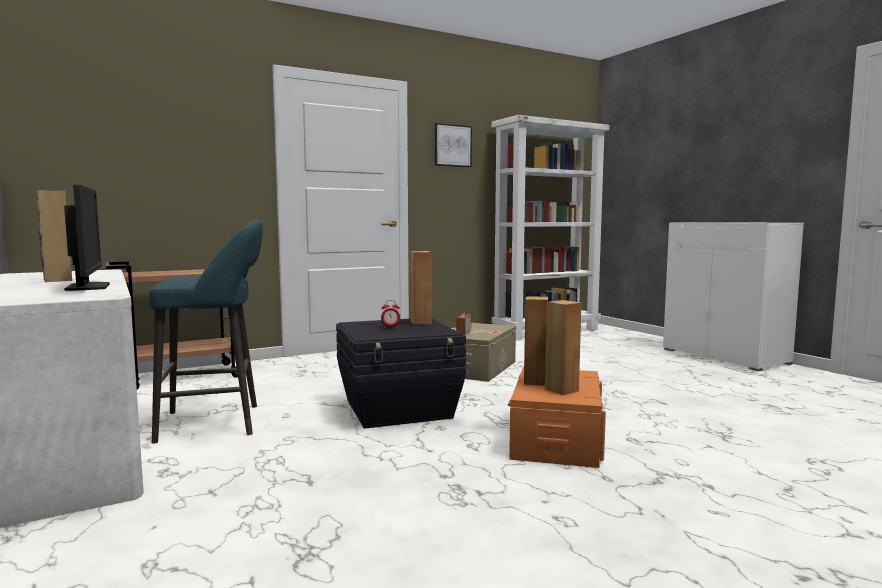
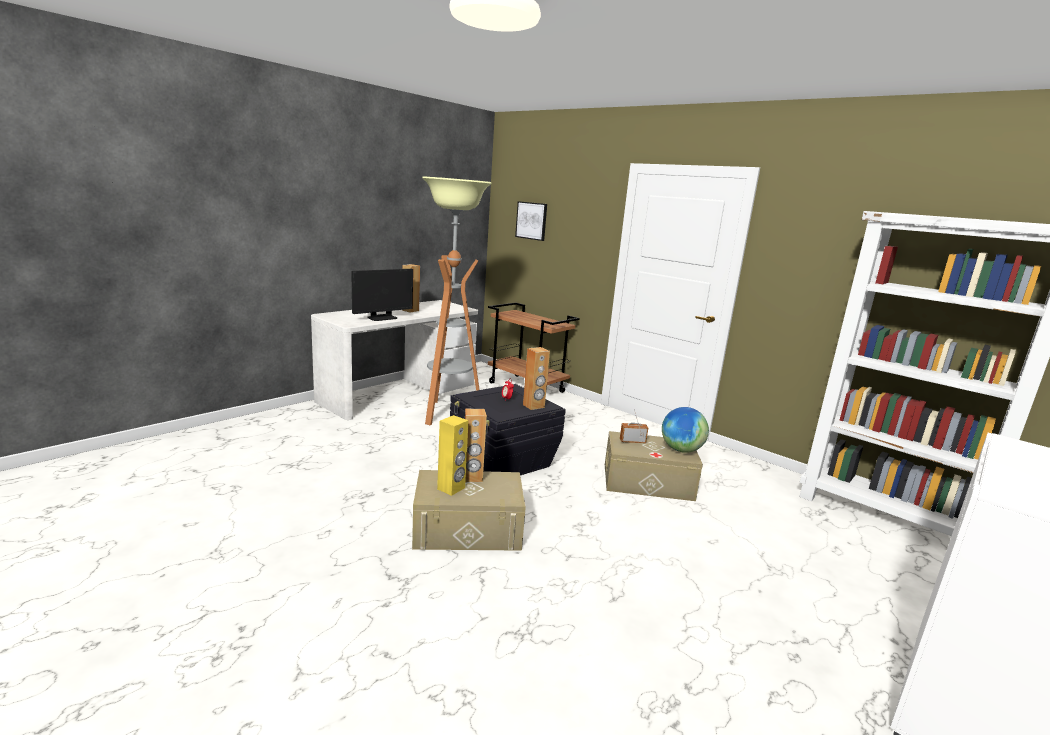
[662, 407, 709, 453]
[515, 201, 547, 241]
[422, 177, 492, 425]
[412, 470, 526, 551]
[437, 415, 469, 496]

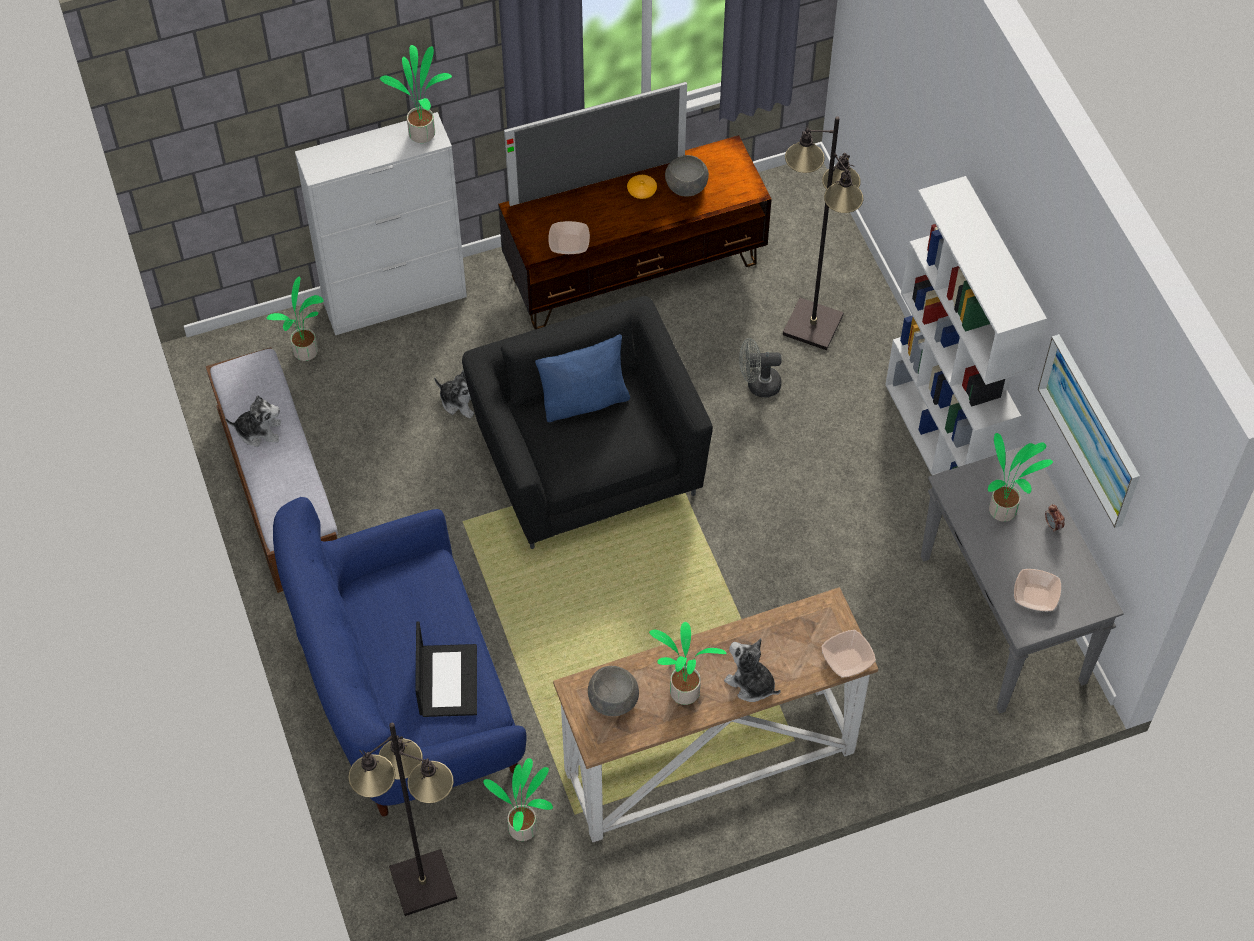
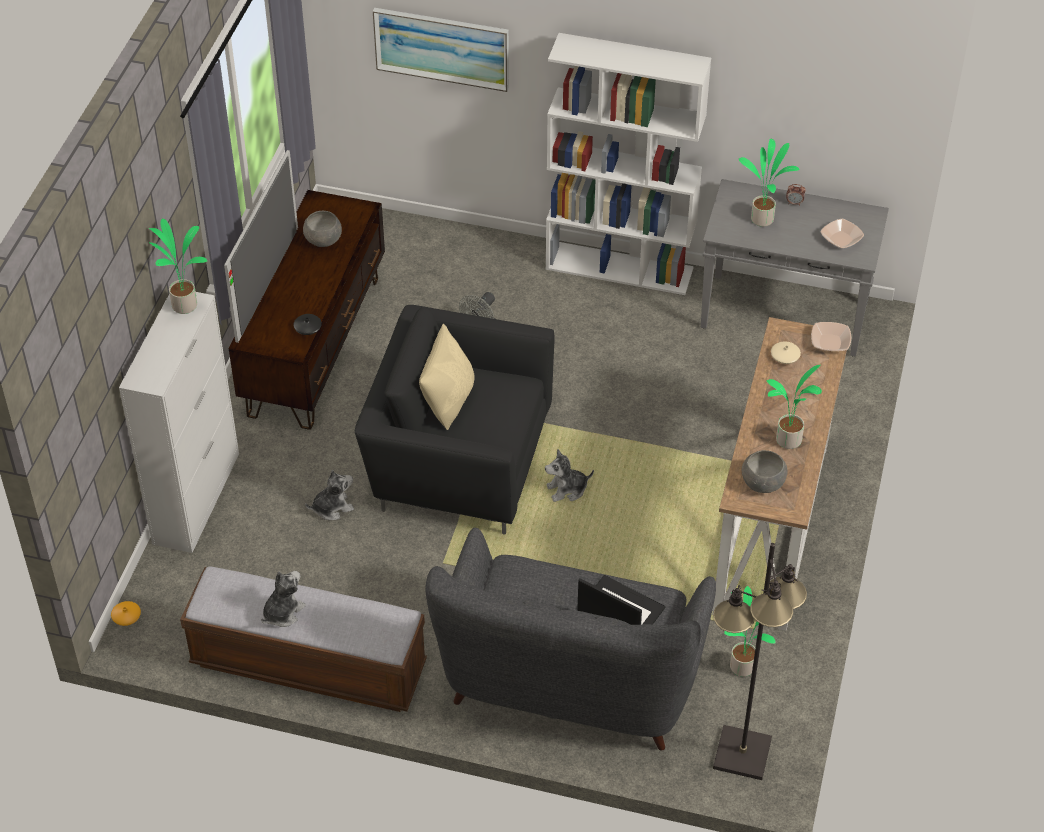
[266, 276, 324, 361] (first image)
[783, 116, 864, 350] (first image)
[771, 341, 801, 364]
[111, 601, 141, 626]
[545, 449, 594, 502]
[373, 8, 509, 92]
[293, 314, 322, 335]
[425, 528, 716, 751]
[419, 324, 475, 430]

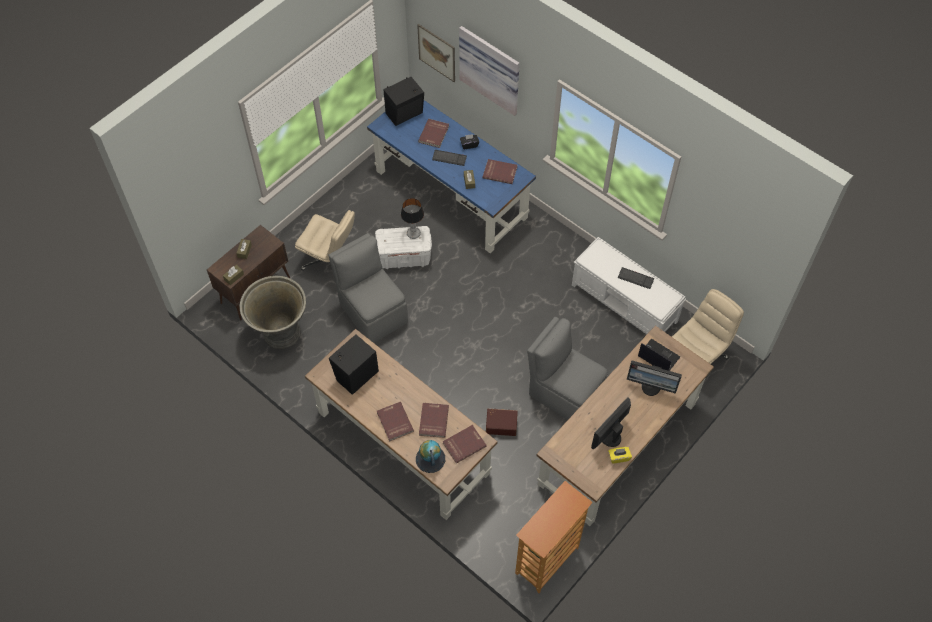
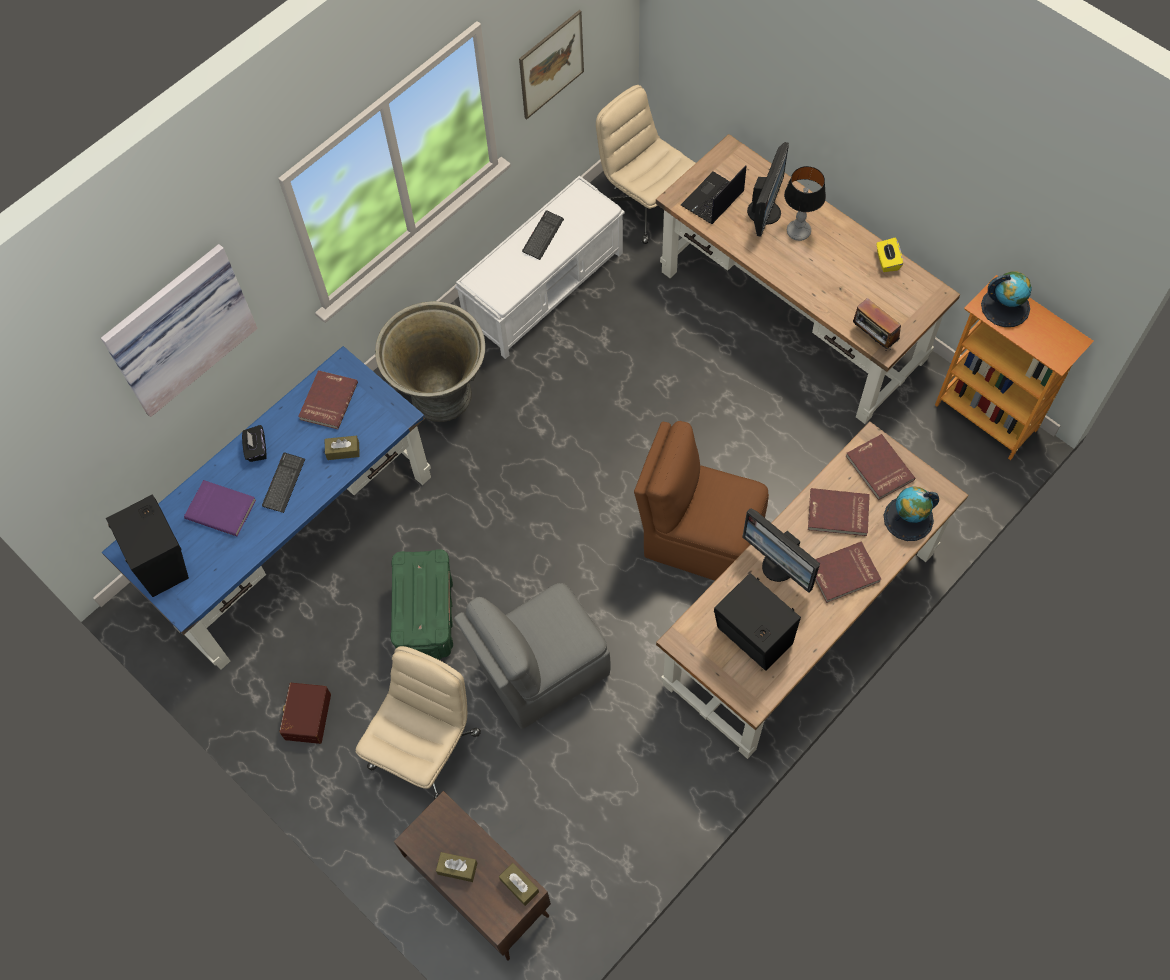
[527, 317, 608, 420] (first image)
[634, 421, 769, 581]
[853, 298, 901, 351]
[981, 271, 1032, 327]
[375, 301, 485, 422]
[784, 166, 826, 241]
[519, 10, 584, 120]
[279, 683, 331, 744]
[742, 508, 820, 593]
[391, 549, 453, 660]
[184, 480, 256, 536]

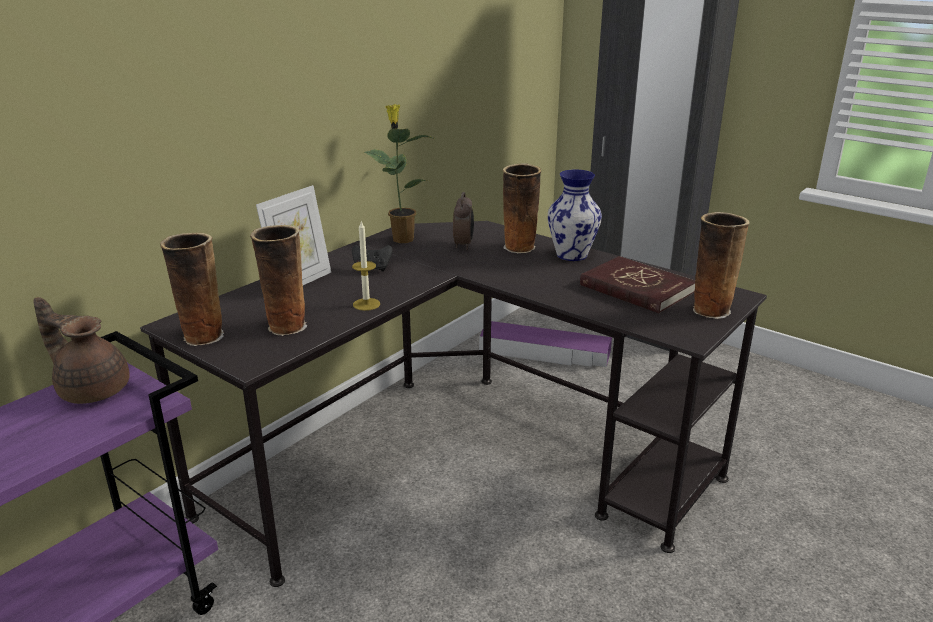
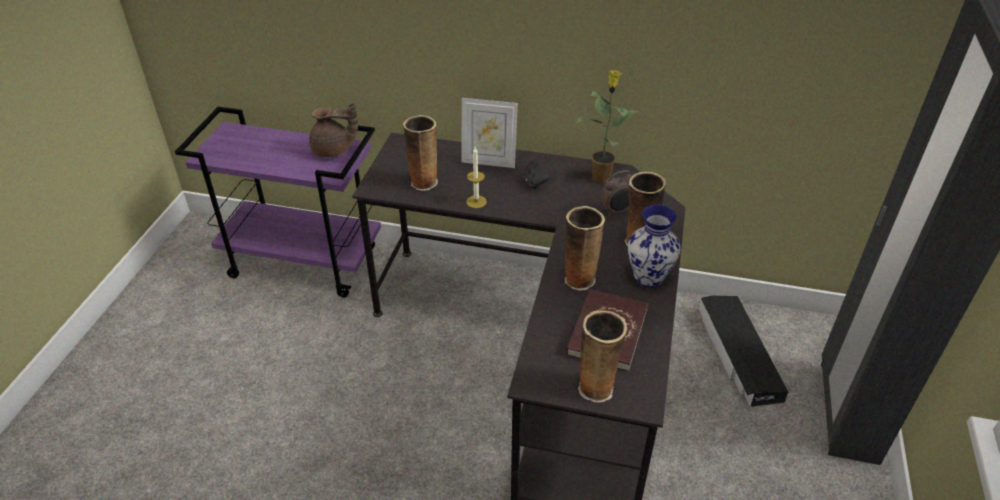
[565, 206, 605, 291]
[698, 296, 788, 407]
[309, 103, 358, 157]

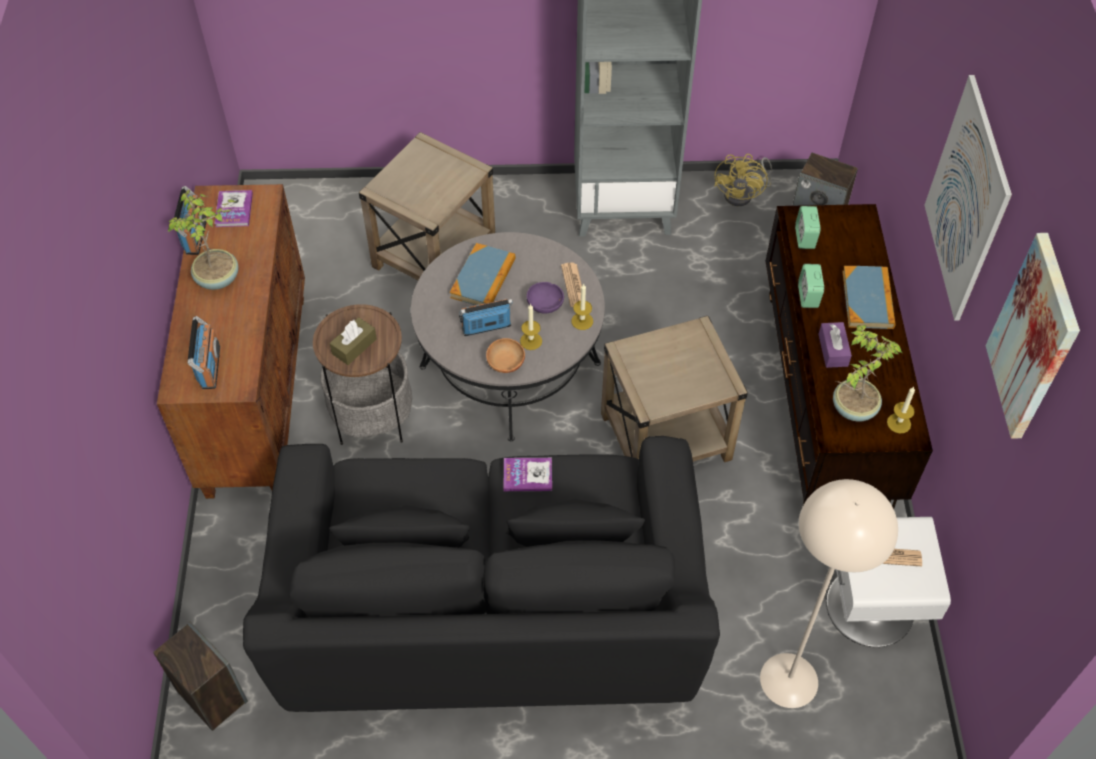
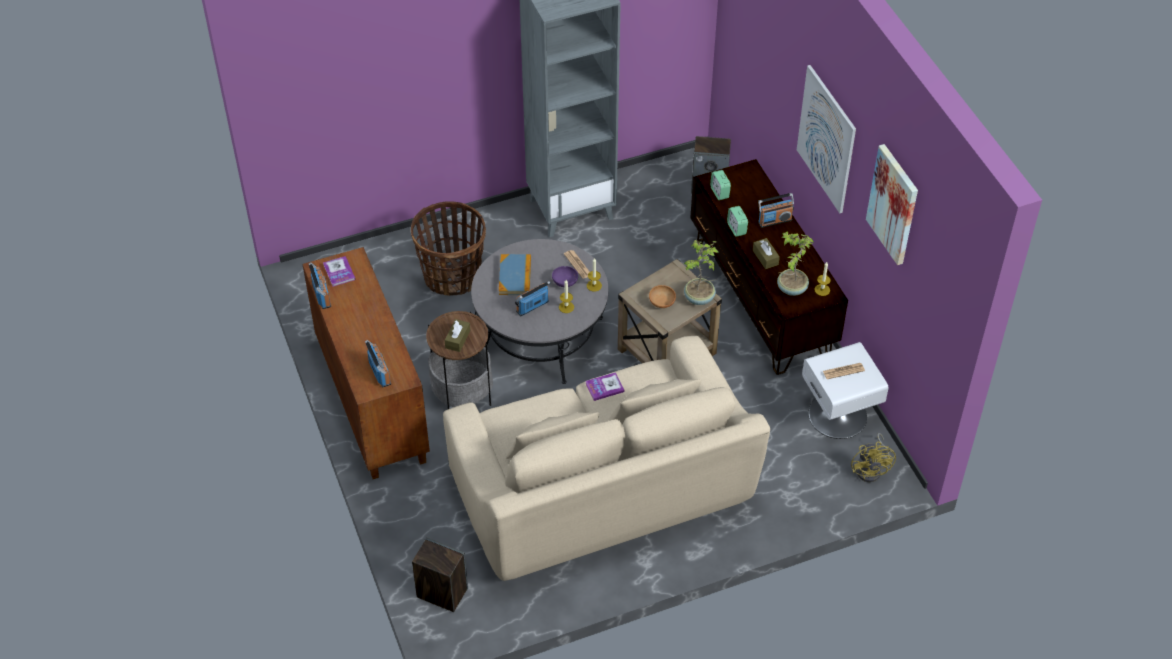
[760, 479, 898, 708] (first image)
[684, 240, 720, 305]
[649, 285, 676, 308]
[851, 433, 896, 482]
[411, 201, 486, 296]
[758, 193, 794, 228]
[443, 336, 770, 581]
[753, 238, 780, 269]

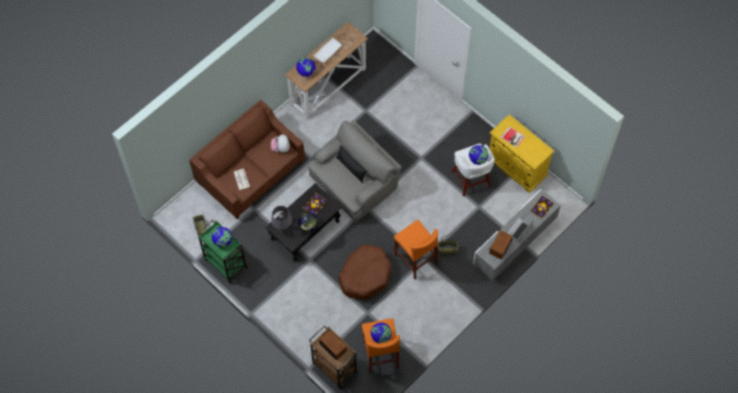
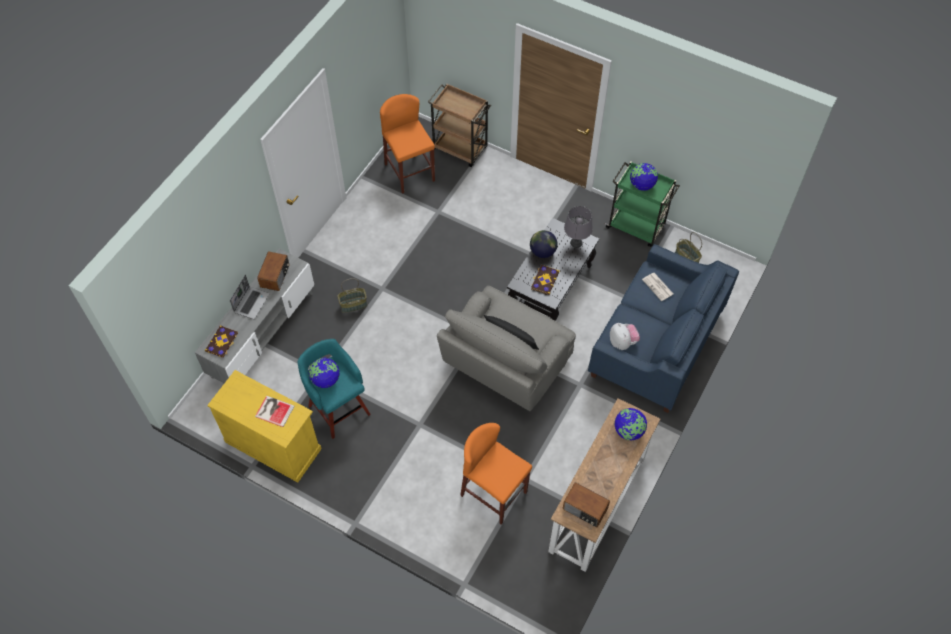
[313, 37, 343, 63] (first image)
[338, 244, 391, 300] (first image)
[371, 323, 392, 343] (first image)
[563, 482, 610, 527]
[460, 423, 532, 525]
[588, 244, 739, 413]
[297, 339, 371, 439]

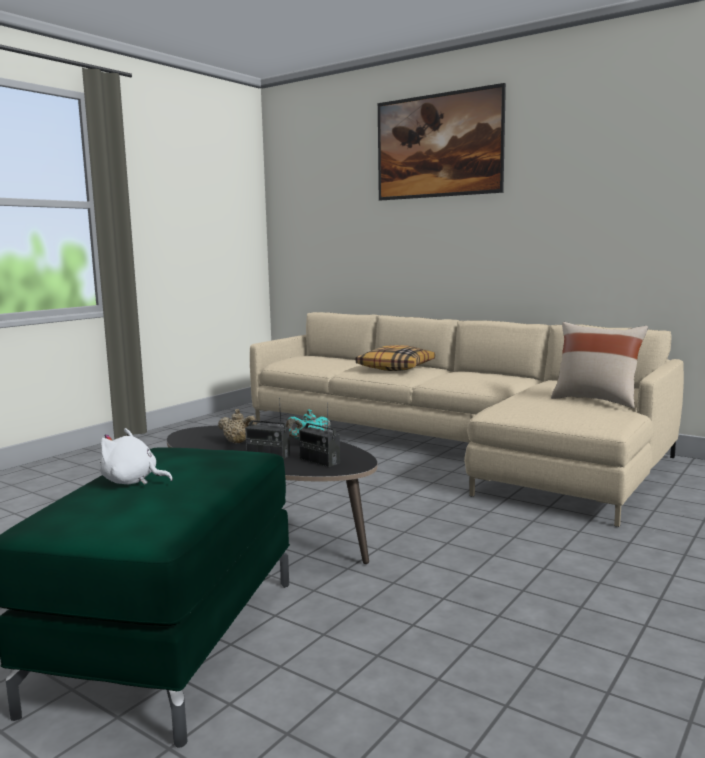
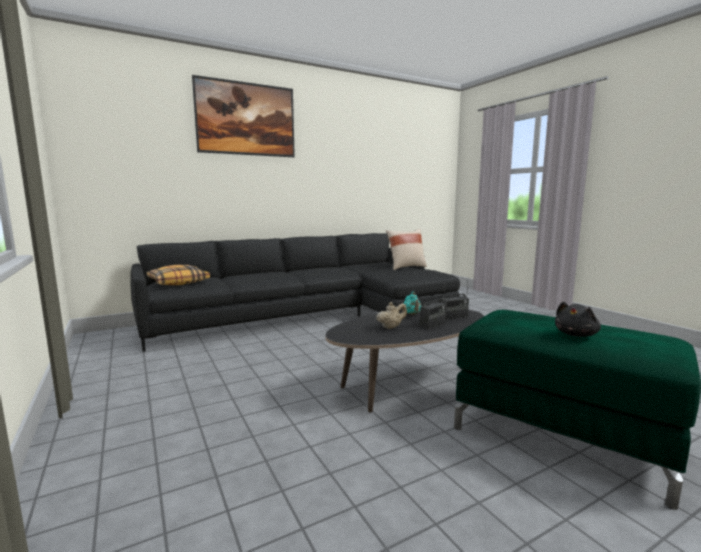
[147, 265, 210, 285]
[555, 302, 601, 337]
[130, 233, 460, 352]

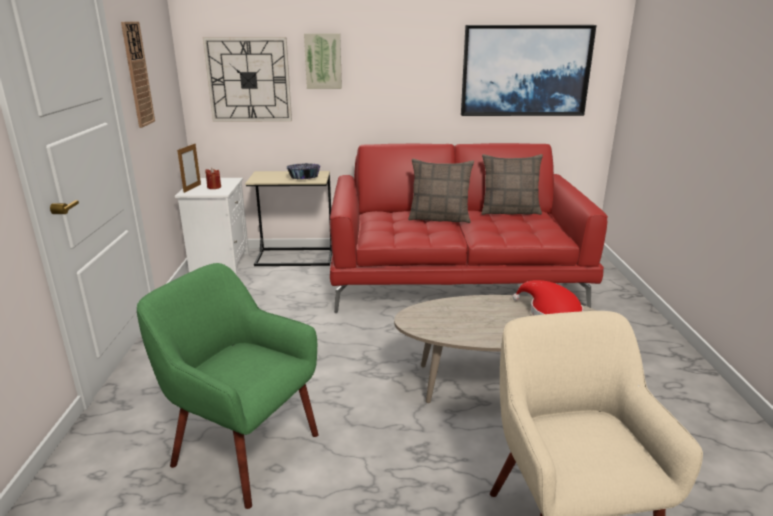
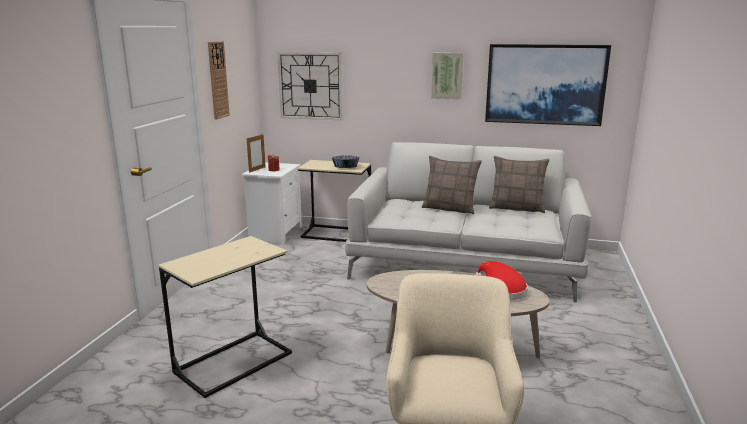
[431, 53, 464, 99]
[158, 236, 292, 398]
[345, 142, 592, 302]

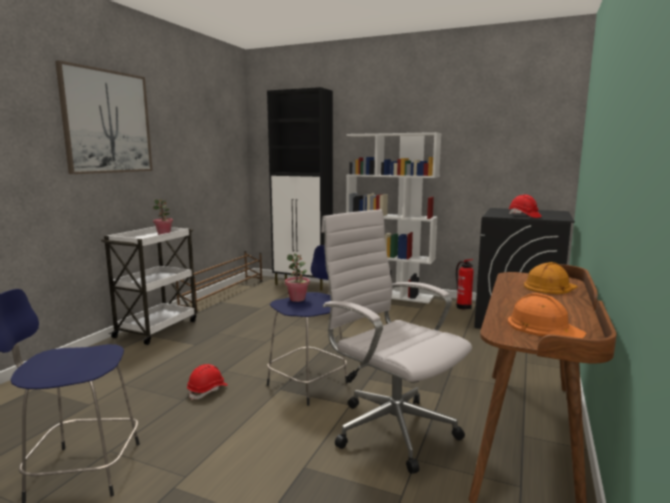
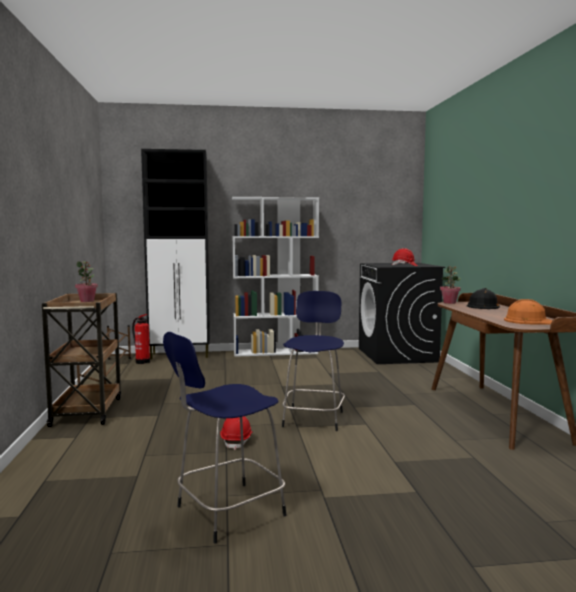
[55, 60, 153, 174] (first image)
[321, 209, 472, 474] (first image)
[440, 266, 461, 304]
[132, 314, 150, 364]
[42, 293, 121, 427]
[467, 288, 500, 309]

